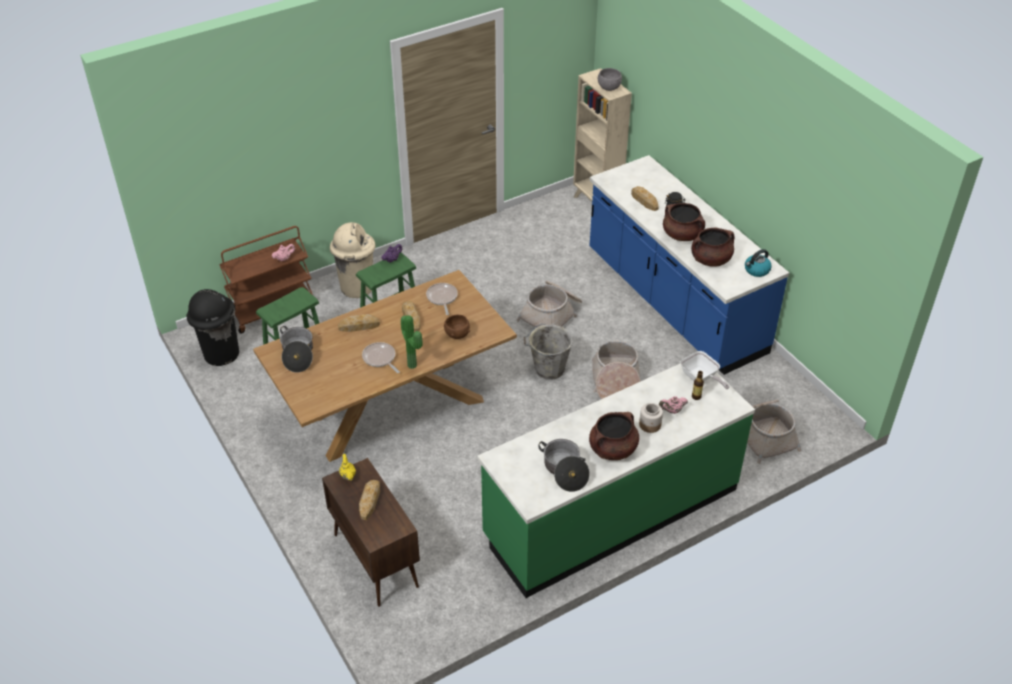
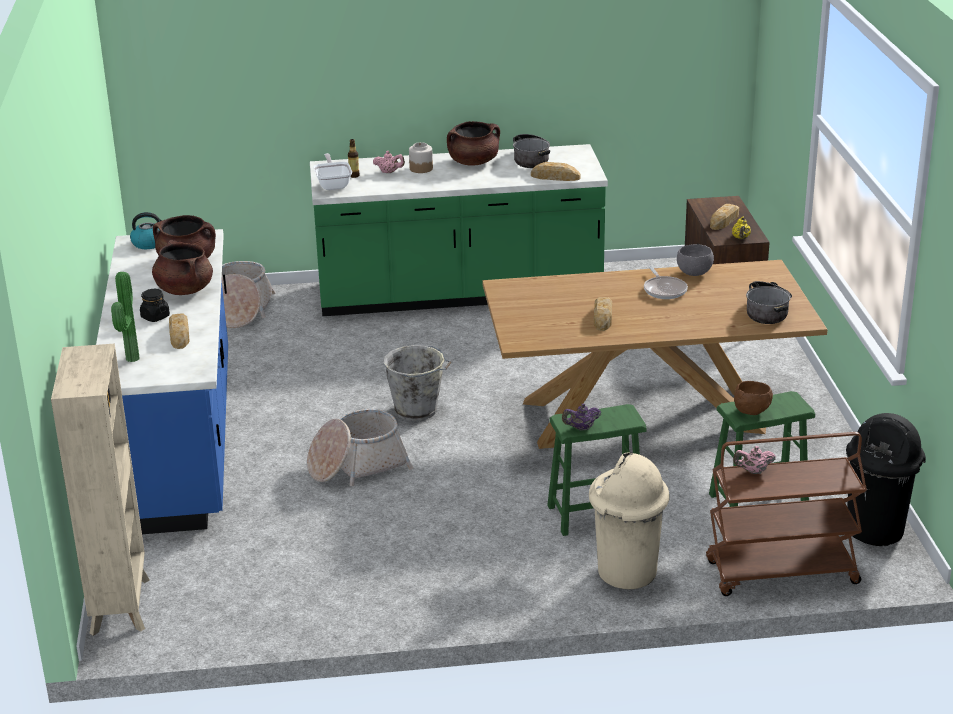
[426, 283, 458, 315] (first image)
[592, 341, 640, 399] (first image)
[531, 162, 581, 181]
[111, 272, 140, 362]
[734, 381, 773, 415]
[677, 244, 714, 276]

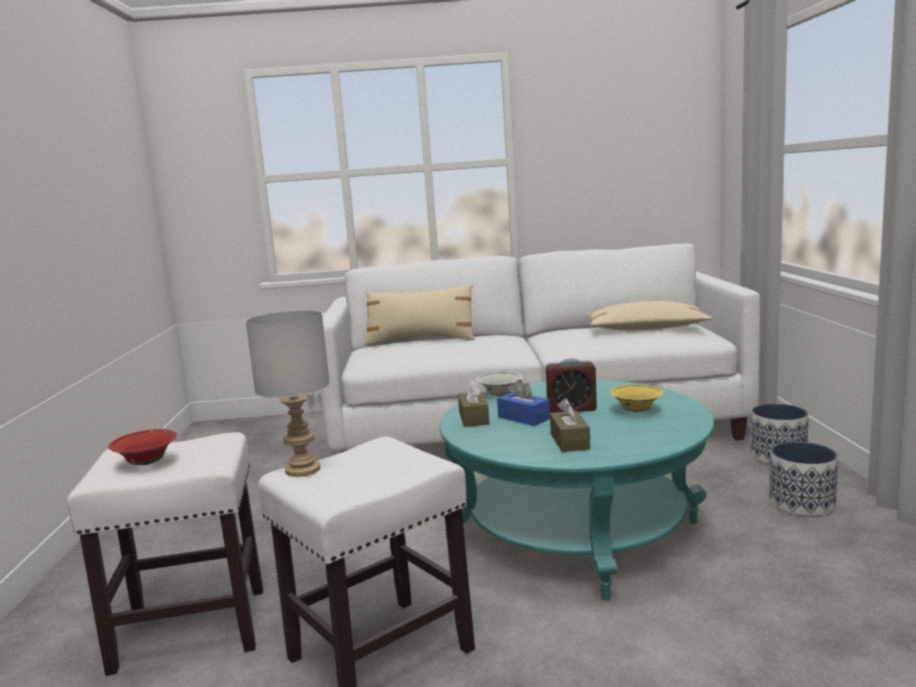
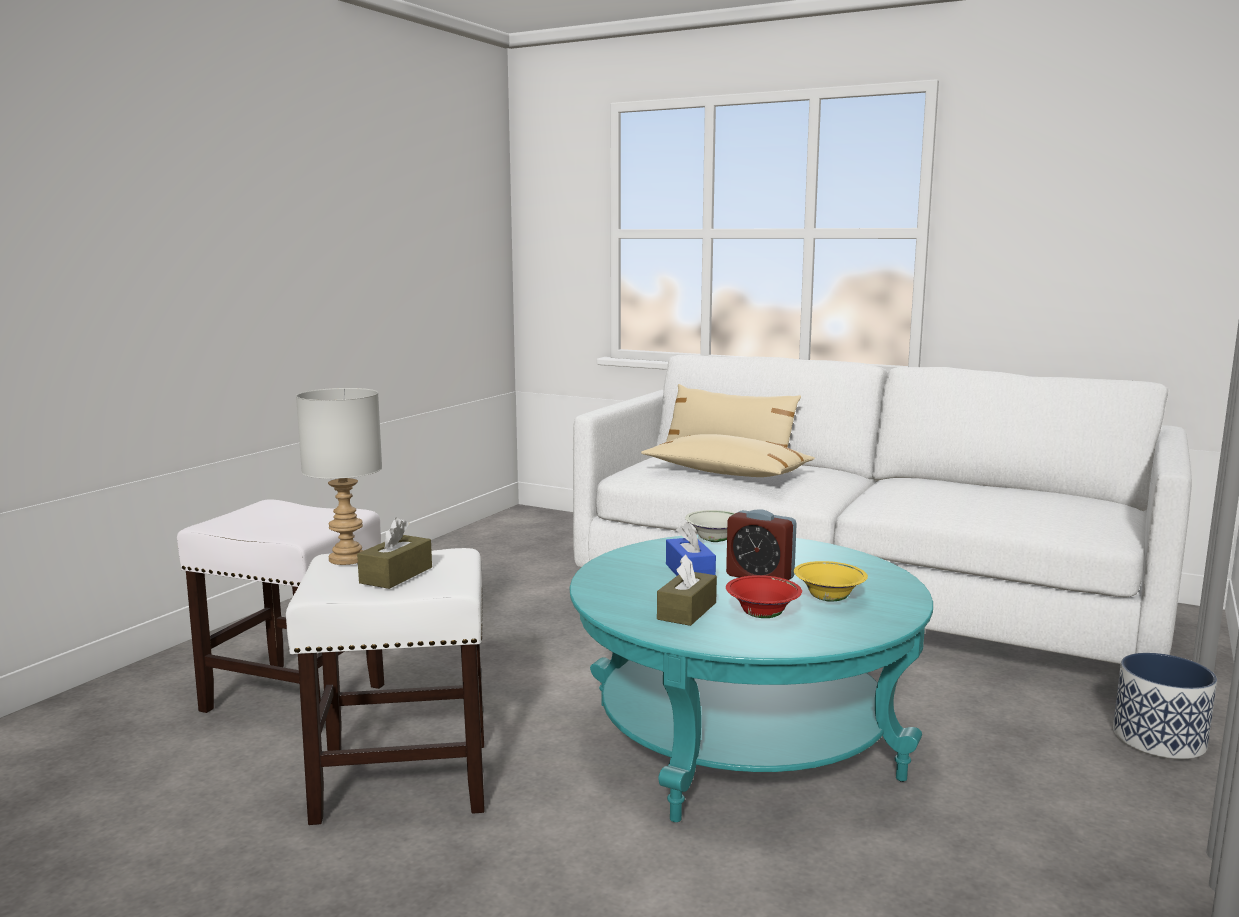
[769, 442, 838, 516] (first image)
[726, 575, 802, 618]
[357, 517, 432, 589]
[641, 434, 815, 477]

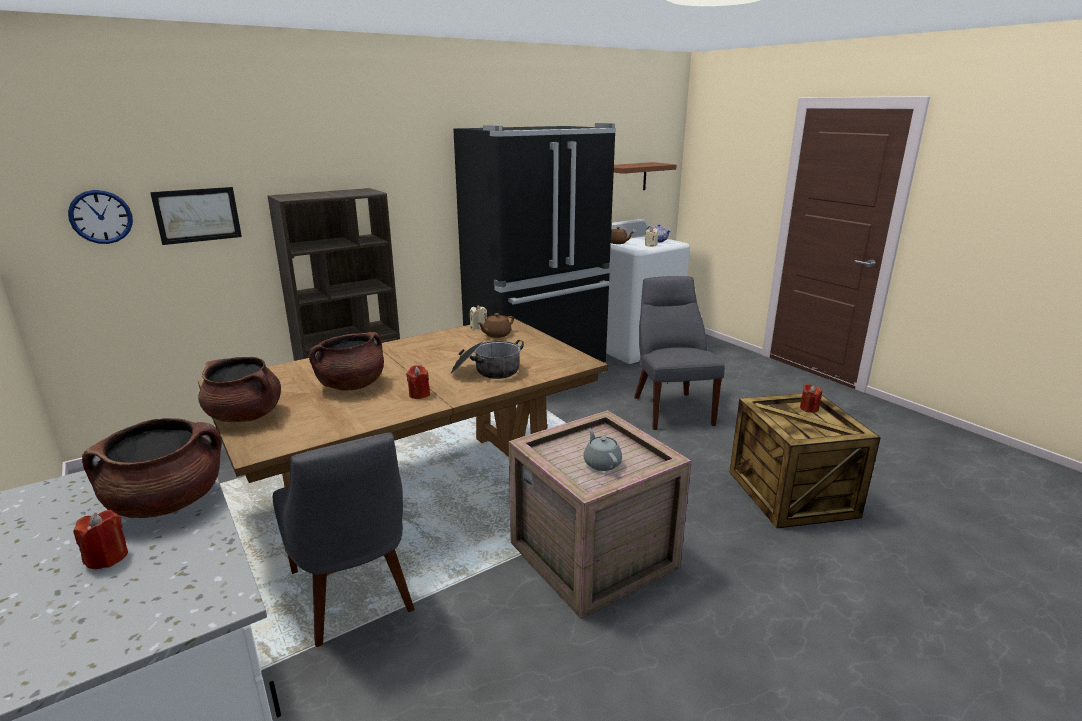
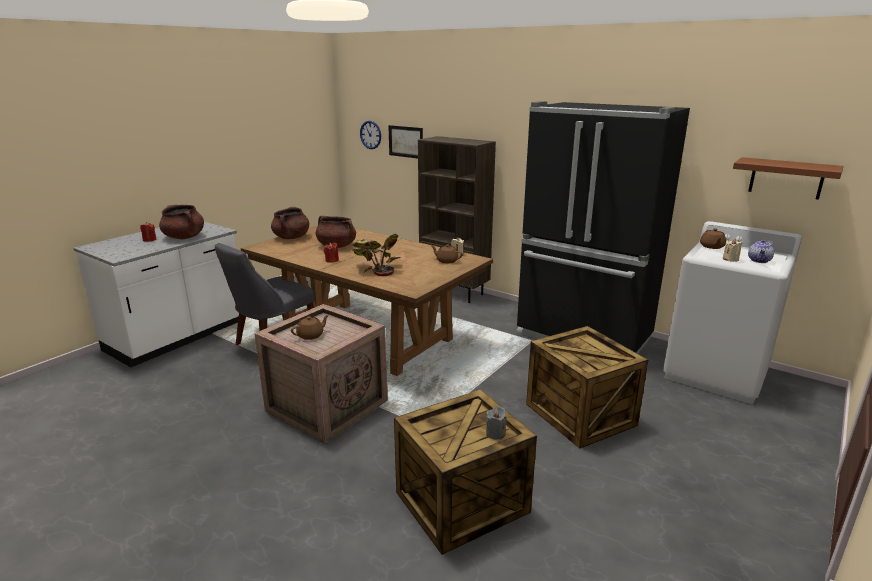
[352, 234, 401, 276]
[526, 326, 648, 448]
[291, 315, 329, 340]
[486, 406, 507, 440]

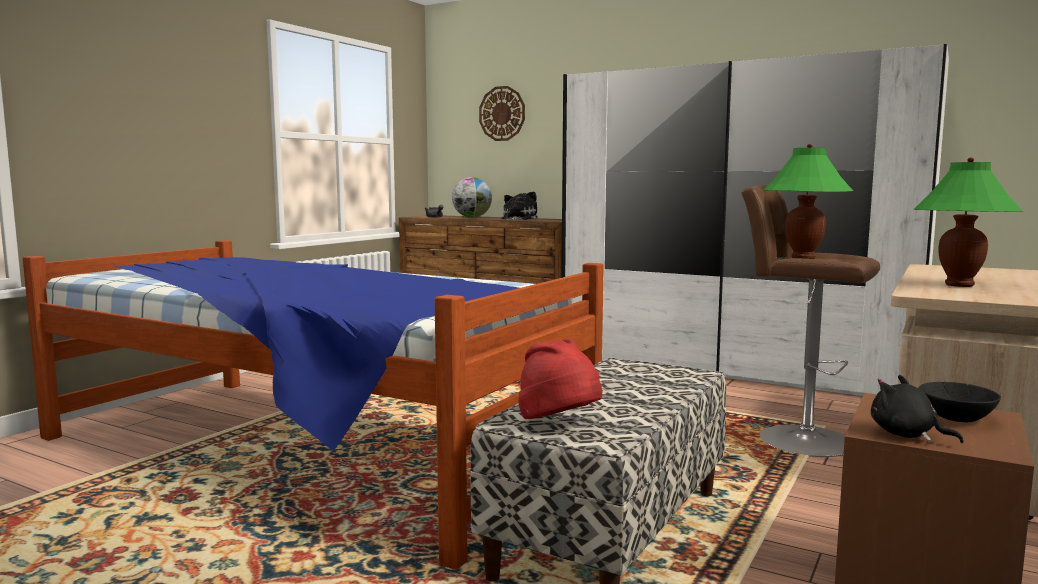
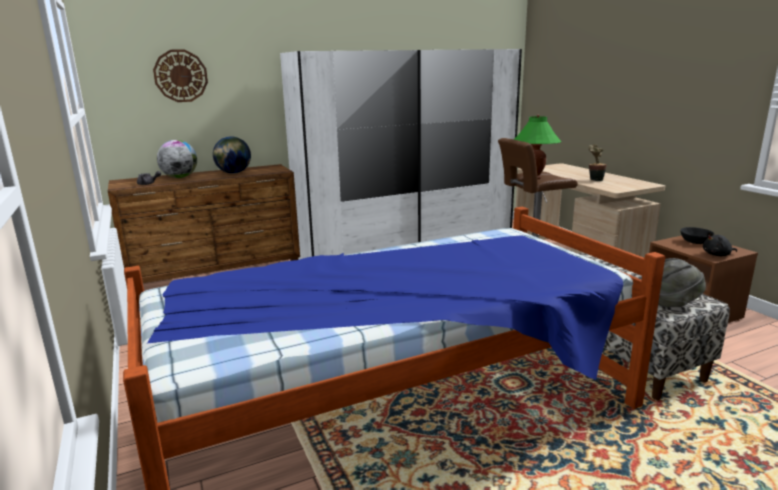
[213, 136, 251, 174]
[589, 144, 607, 181]
[658, 258, 706, 307]

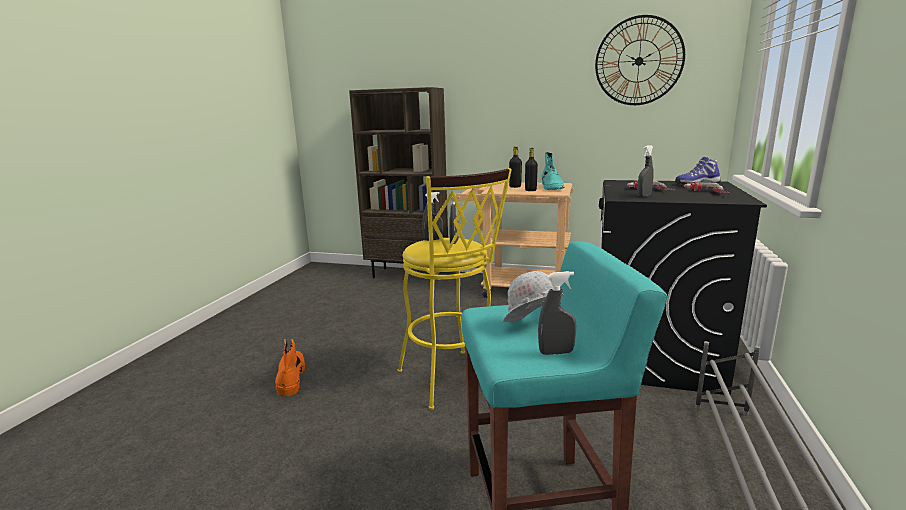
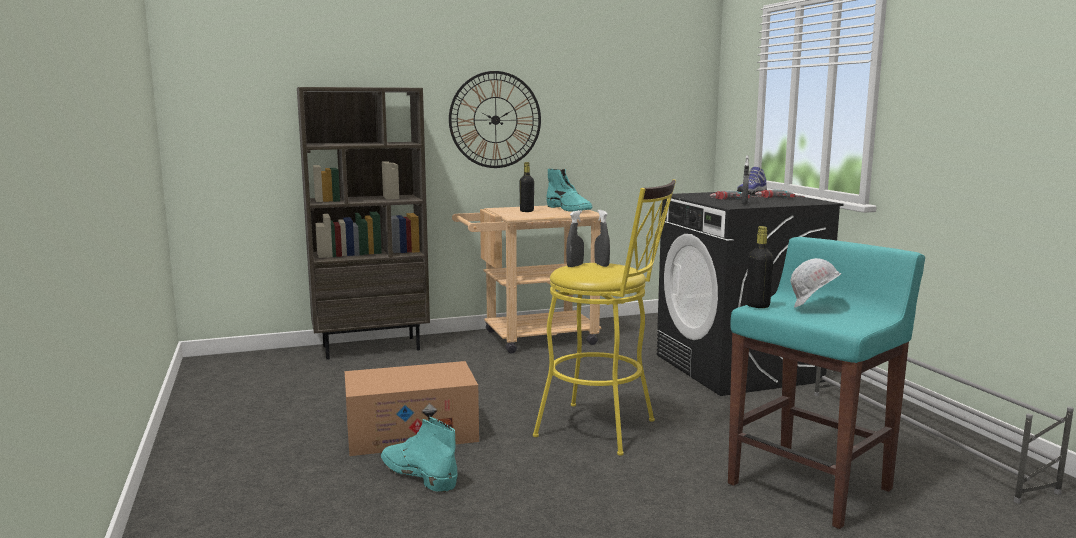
[538, 271, 576, 355] (first image)
[345, 361, 479, 456]
[746, 226, 774, 308]
[449, 71, 541, 168]
[381, 417, 458, 492]

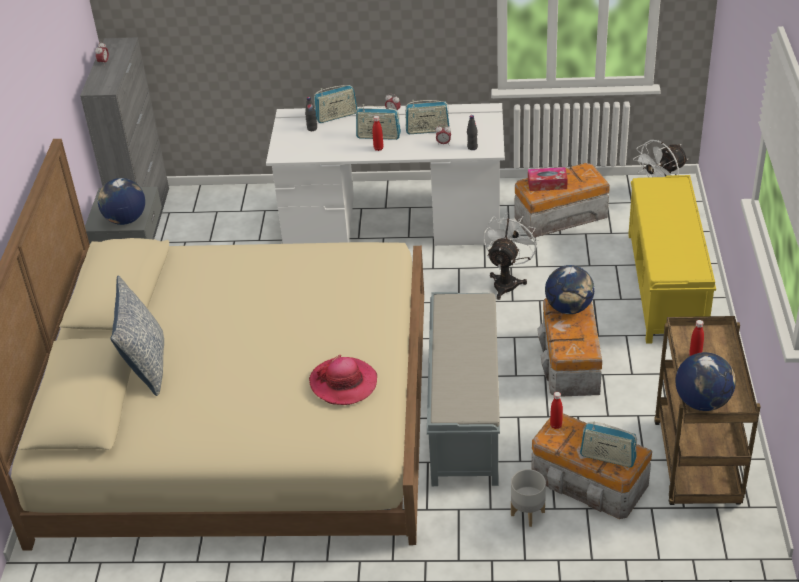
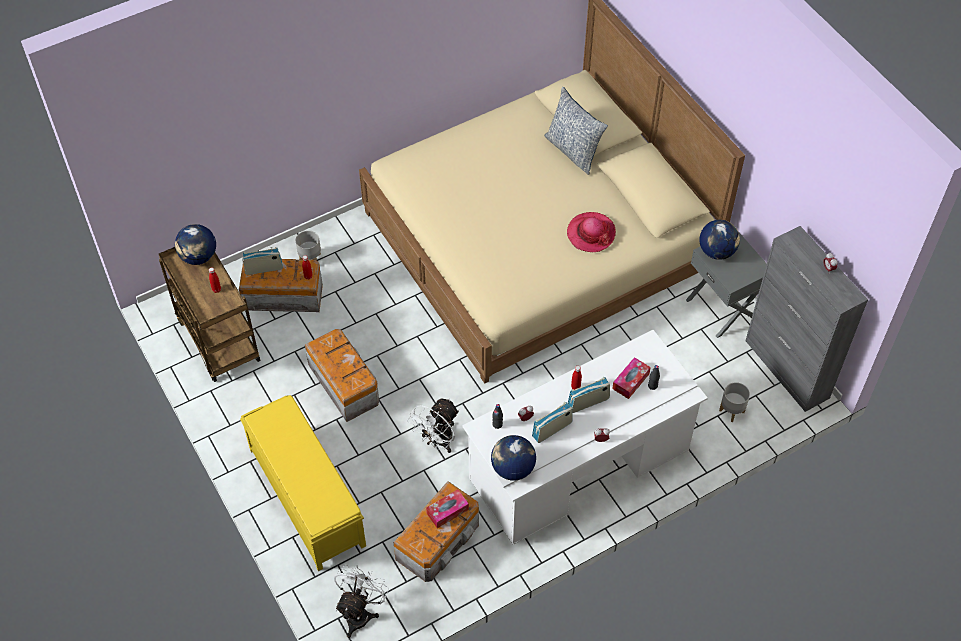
[314, 85, 357, 123] (first image)
[427, 292, 500, 486] (first image)
[612, 357, 651, 399]
[719, 382, 750, 422]
[567, 212, 616, 252]
[491, 435, 536, 481]
[407, 398, 459, 453]

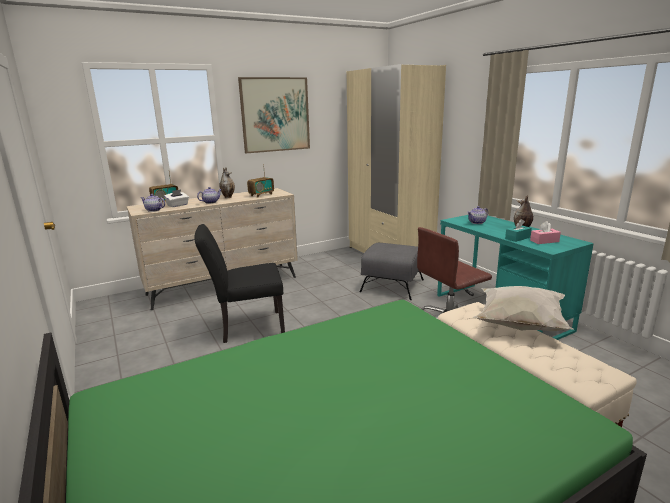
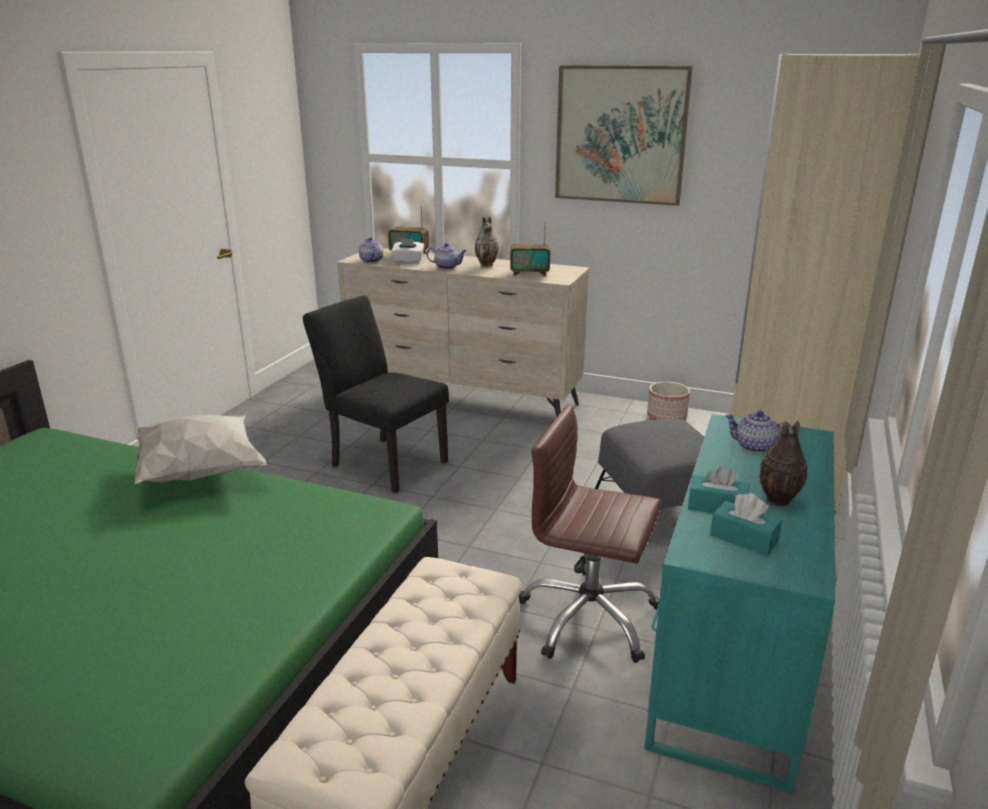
[647, 382, 690, 420]
[135, 415, 267, 484]
[710, 493, 782, 556]

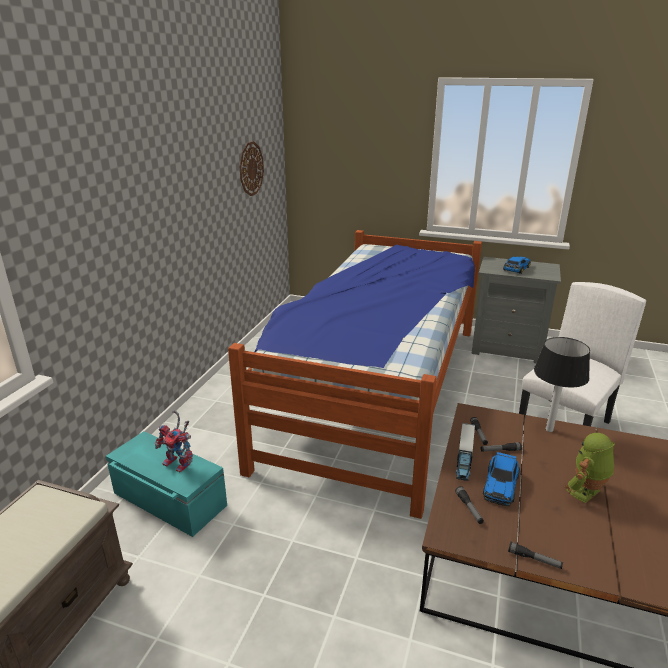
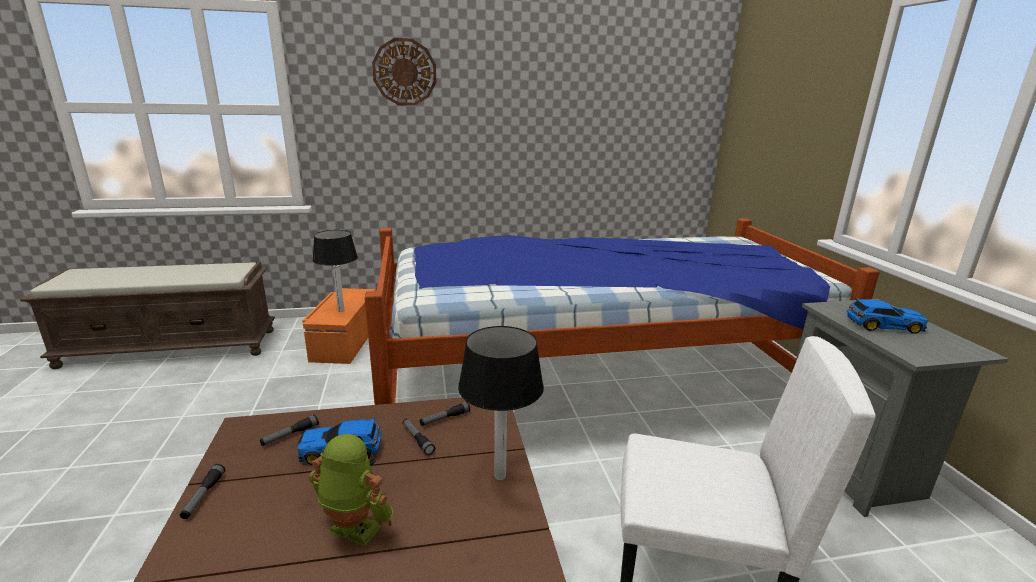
[456, 423, 475, 481] (first image)
[372, 38, 436, 106]
[312, 230, 358, 312]
[302, 288, 376, 364]

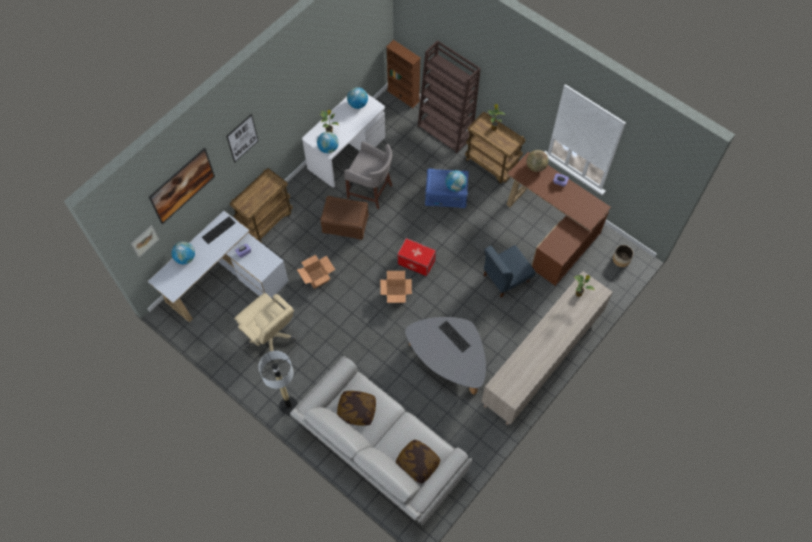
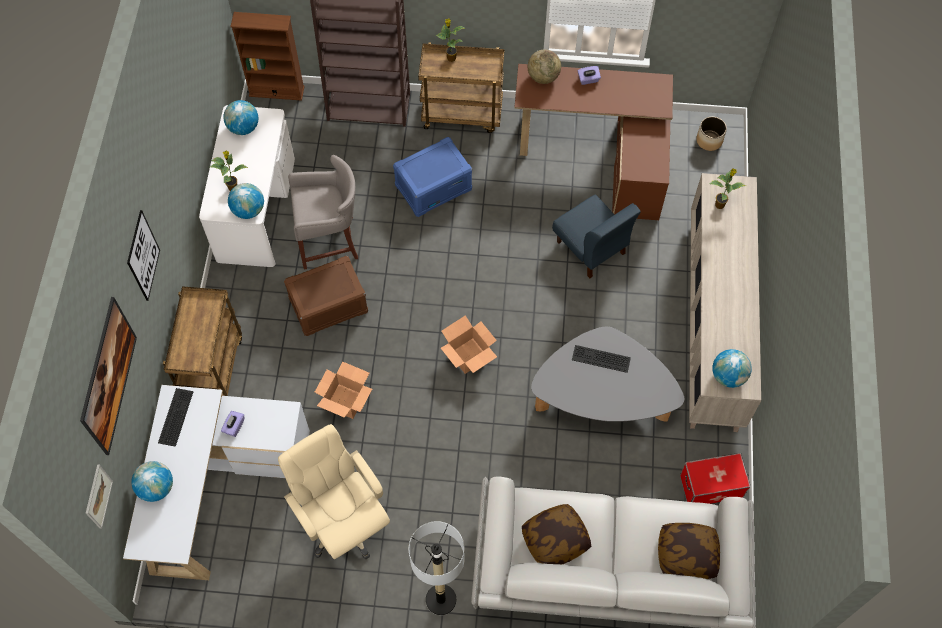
[680, 453, 751, 504]
[712, 349, 752, 388]
[278, 424, 390, 559]
[552, 194, 641, 278]

